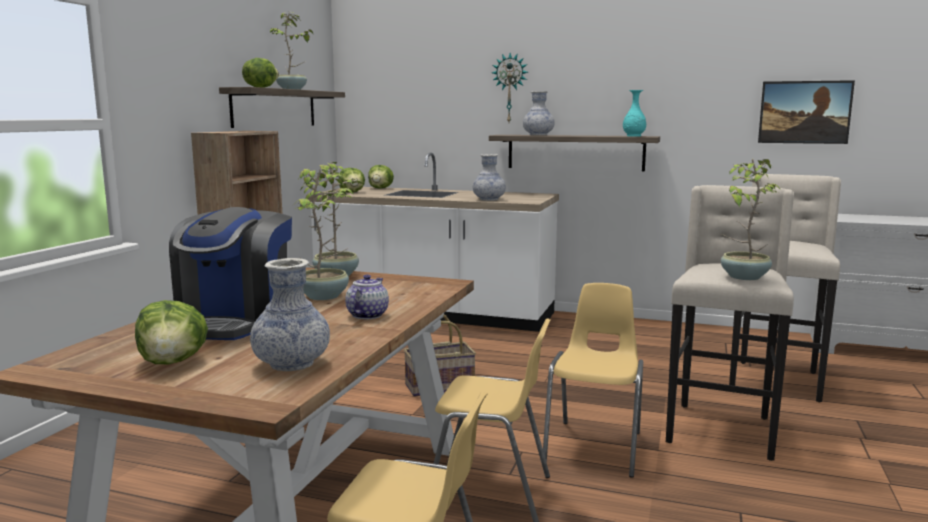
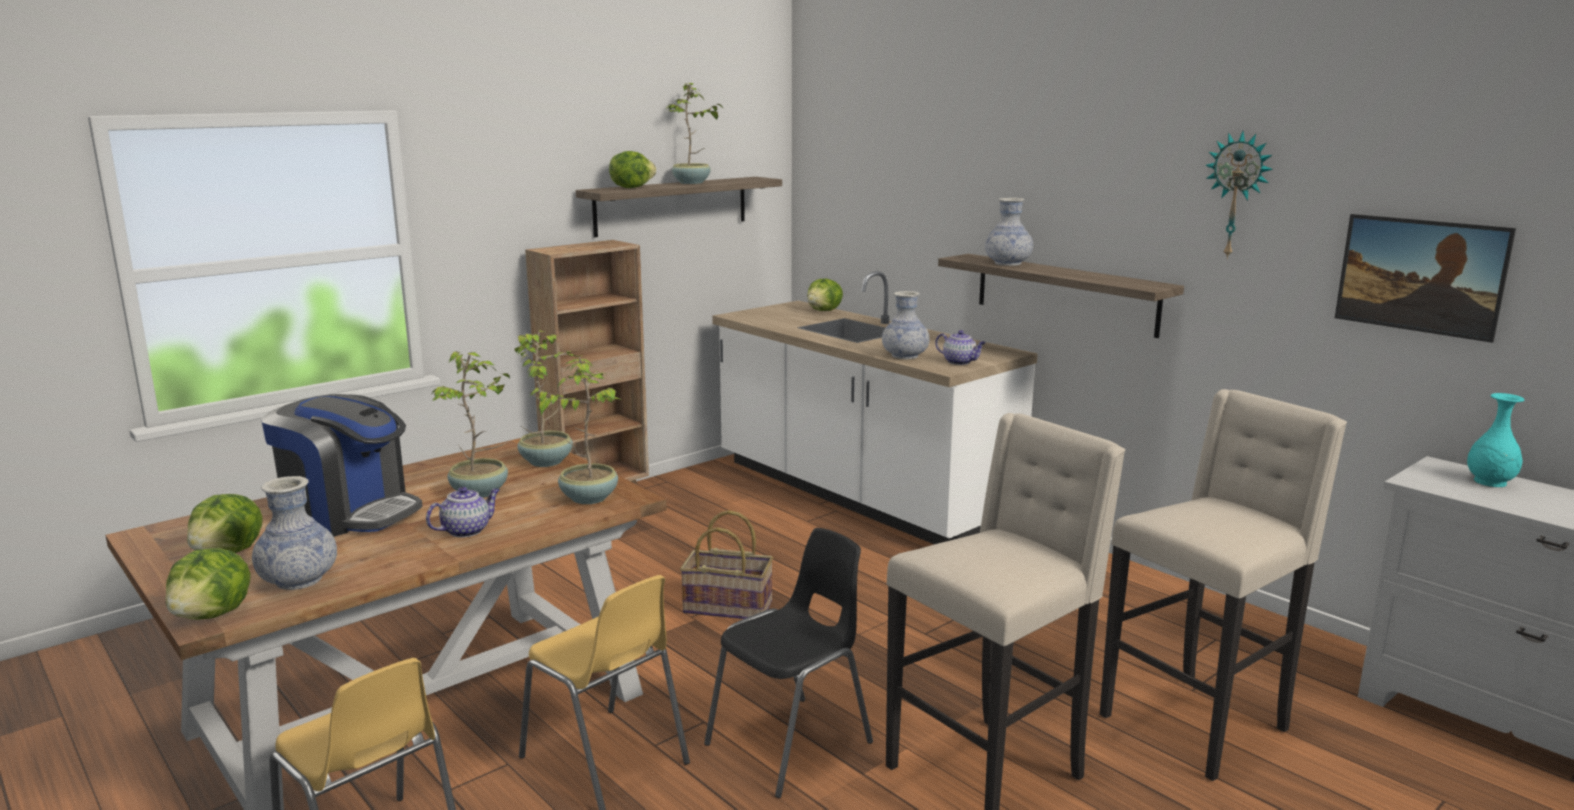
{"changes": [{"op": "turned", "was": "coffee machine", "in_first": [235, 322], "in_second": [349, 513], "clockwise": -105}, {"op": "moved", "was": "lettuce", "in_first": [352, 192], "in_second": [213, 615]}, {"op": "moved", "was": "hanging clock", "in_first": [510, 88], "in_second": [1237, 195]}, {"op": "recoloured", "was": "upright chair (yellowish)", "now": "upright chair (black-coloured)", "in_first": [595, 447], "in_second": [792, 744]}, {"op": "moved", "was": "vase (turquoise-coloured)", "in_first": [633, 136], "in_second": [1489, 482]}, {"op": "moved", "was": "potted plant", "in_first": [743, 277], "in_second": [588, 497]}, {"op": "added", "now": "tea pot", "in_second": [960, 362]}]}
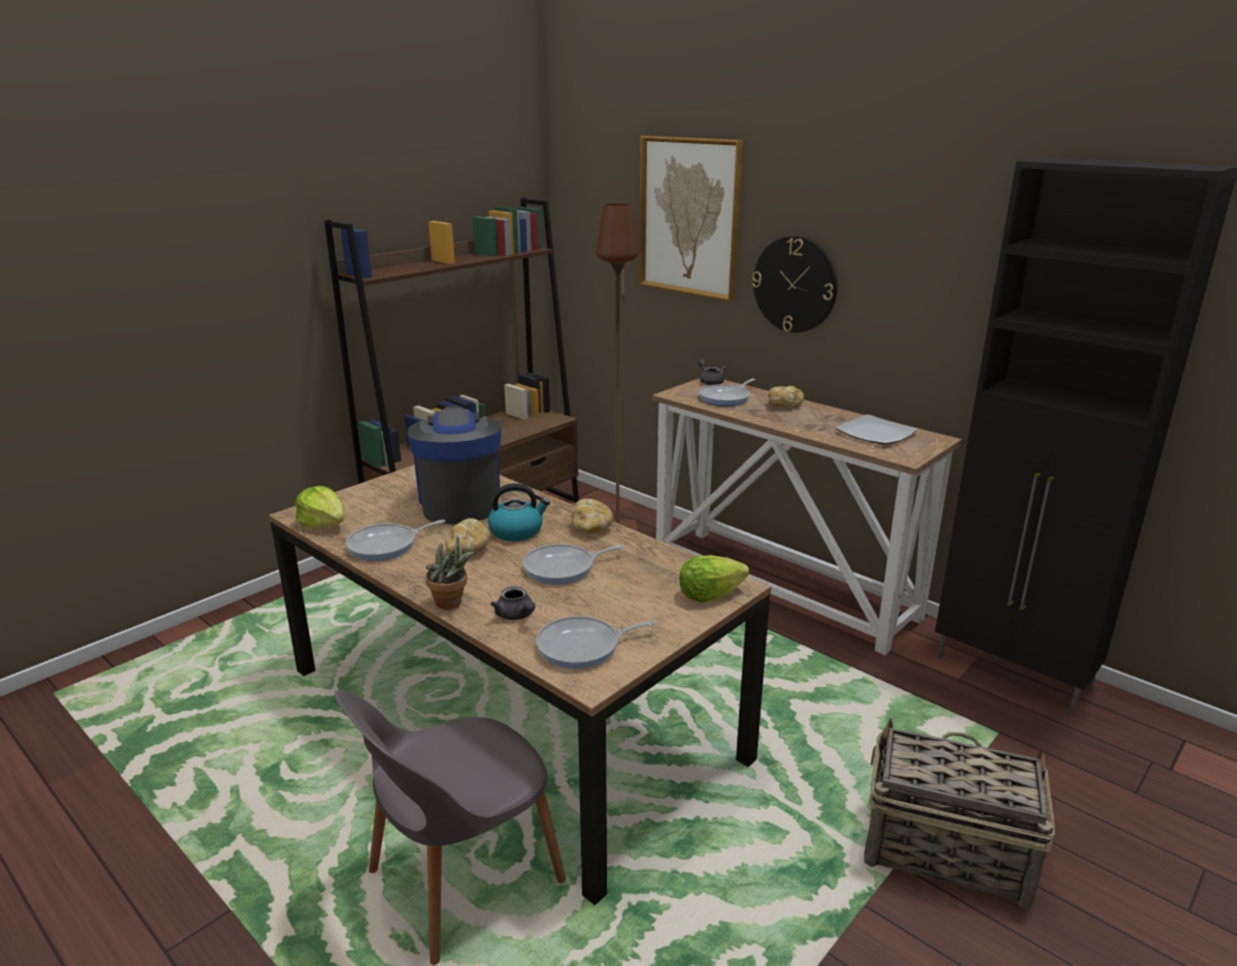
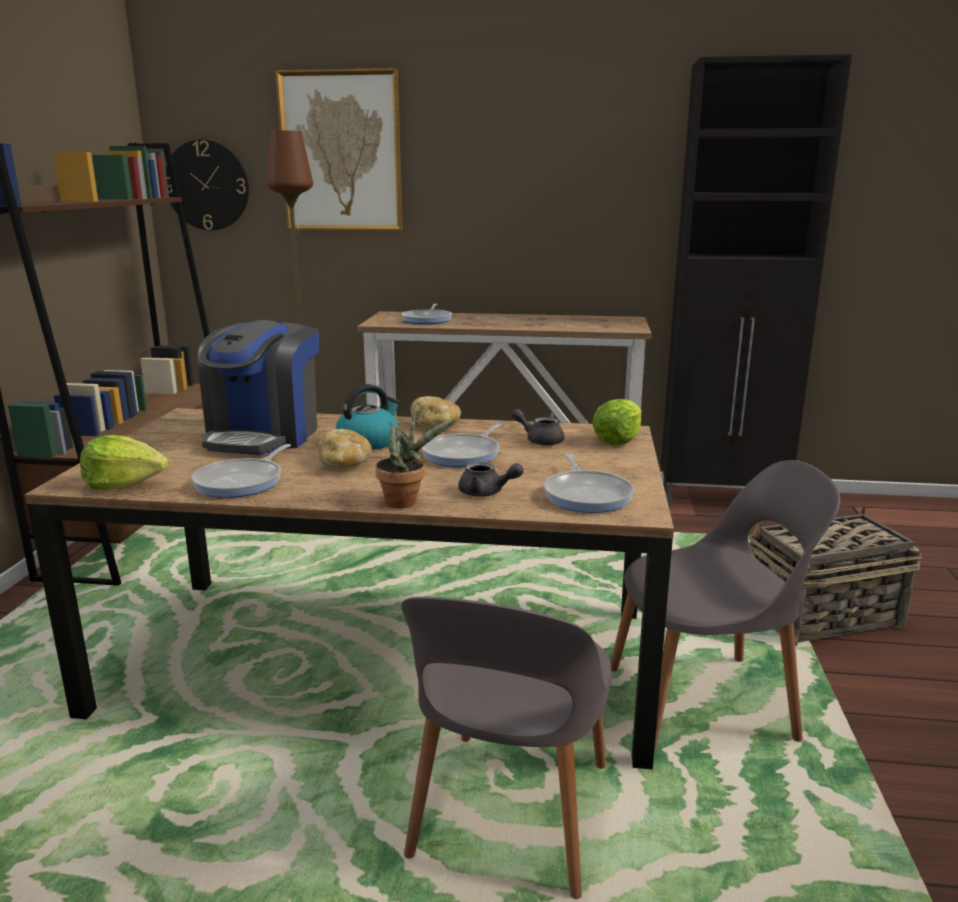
{"changes": [{"op": "turned", "was": "coffee machine", "in_first": [460, 502], "in_second": [264, 436], "clockwise": -120}, {"op": "turned", "was": "skillet", "in_first": [583, 647], "in_second": [587, 495], "clockwise": -45}, {"op": "moved", "was": "tea pot (grey)", "in_first": [710, 381], "in_second": [540, 440]}, {"op": "moved", "was": "hanging clock", "in_first": [795, 284], "in_second": [207, 185]}, {"op": "removed", "was": "bread", "in_first": [784, 405]}, {"op": "removed", "was": "plate", "in_first": [874, 433]}, {"op": "added", "now": "upright chair (grey)", "in_second": [705, 702]}]}
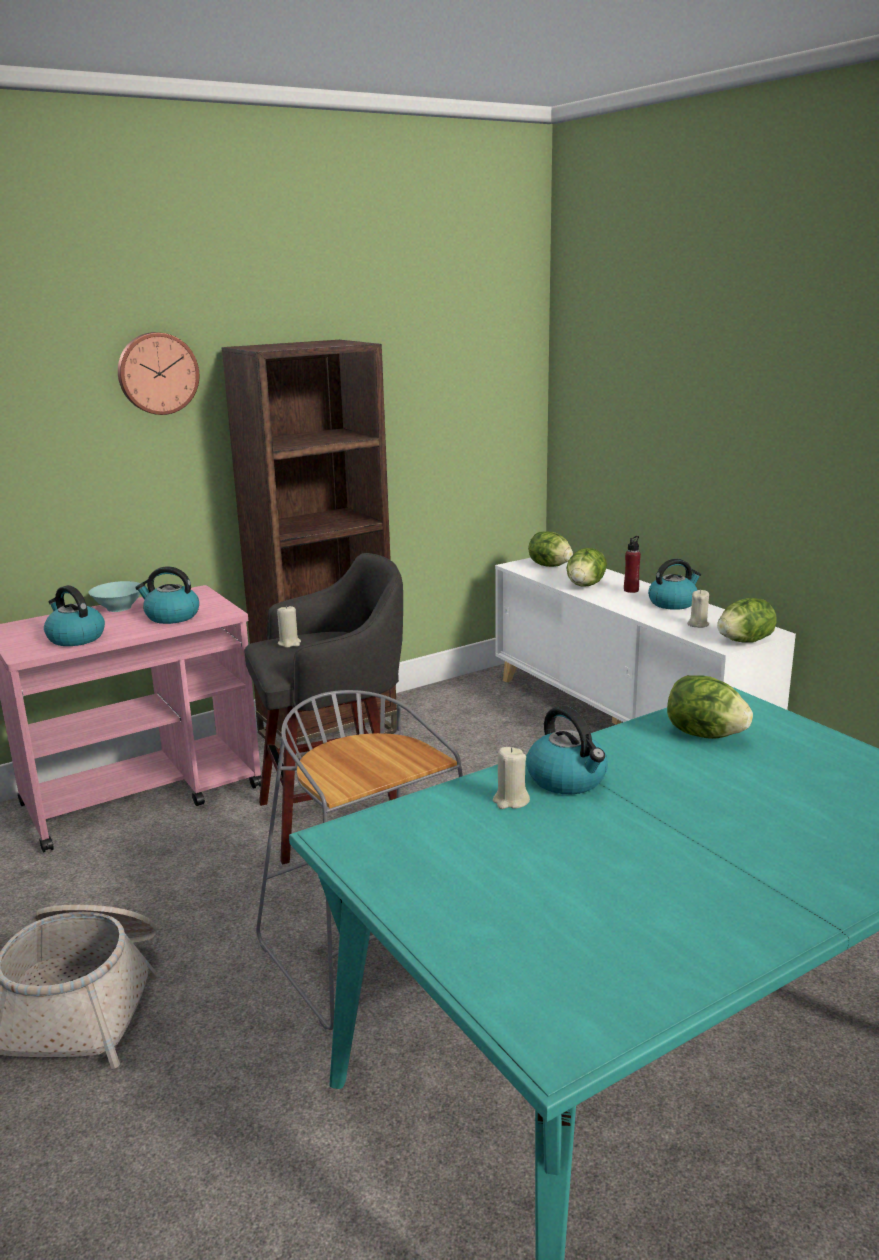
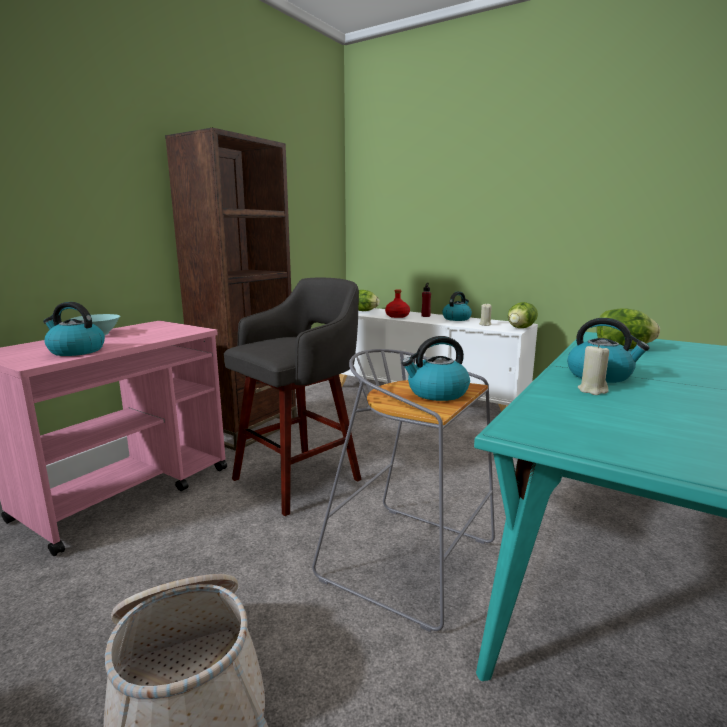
{"changes": [{"op": "removed", "was": "hanging clock", "in_first": [157, 373]}, {"op": "moved", "was": "water kettle", "in_first": [171, 616], "in_second": [436, 393]}, {"op": "removed", "was": "candle (beige-coloured)", "in_first": [289, 643]}, {"op": "replaced", "was": "lettuce", "now": "drink bottle (red)", "in_first": [585, 585], "in_second": [397, 316]}]}
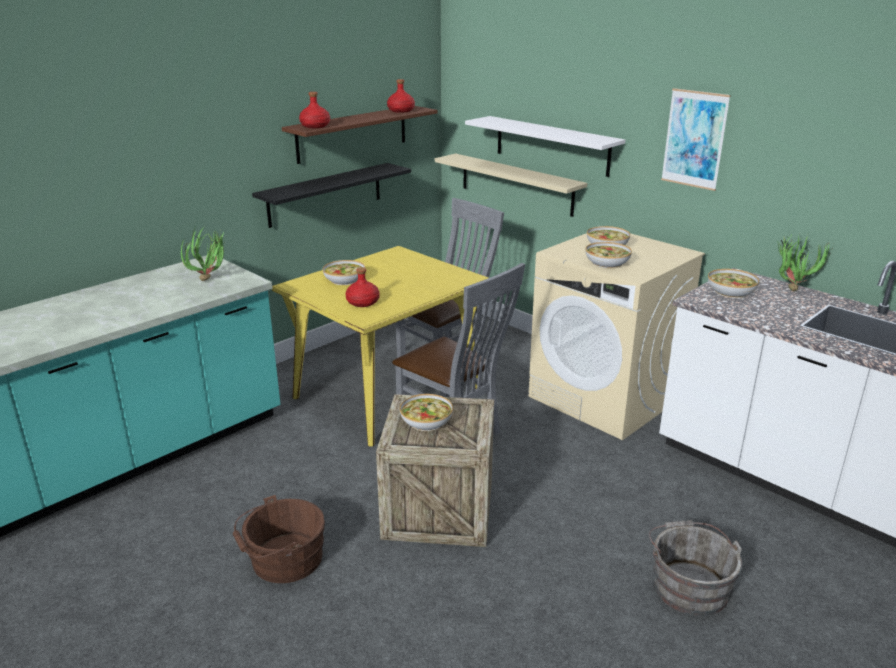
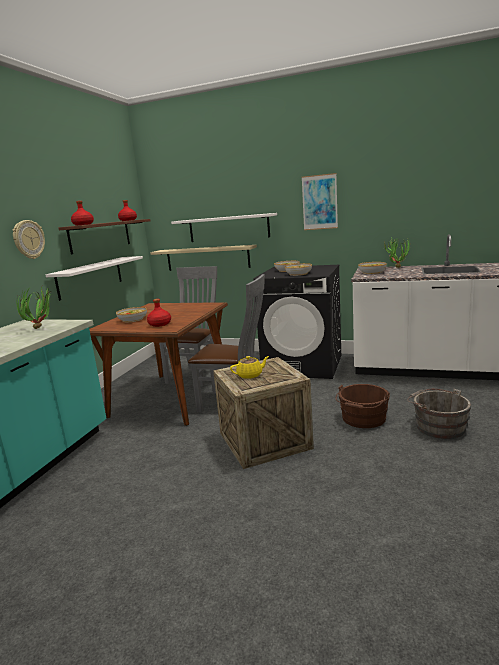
{"changes": [{"op": "moved", "was": "bucket (brown-coloured)", "in_first": [283, 560], "in_second": [363, 419]}, {"op": "recoloured", "was": "bracket shelf (black-coloured)", "now": "bracket shelf (white-coloured)", "in_first": [325, 194], "in_second": [90, 277]}, {"op": "recoloured", "was": "kitchen table (yellowish)", "now": "kitchen table (brown-coloured)", "in_first": [387, 393], "in_second": [172, 397]}, {"op": "replaced", "was": "deep dish", "now": "tea pot (yellowish)", "in_first": [426, 421], "in_second": [250, 375]}, {"op": "recoloured", "was": "washing machine (beige-coloured)", "now": "washing machine (black-coloured)", "in_first": [605, 398], "in_second": [303, 365]}, {"op": "added", "now": "hanging clock", "in_second": [28, 239]}]}
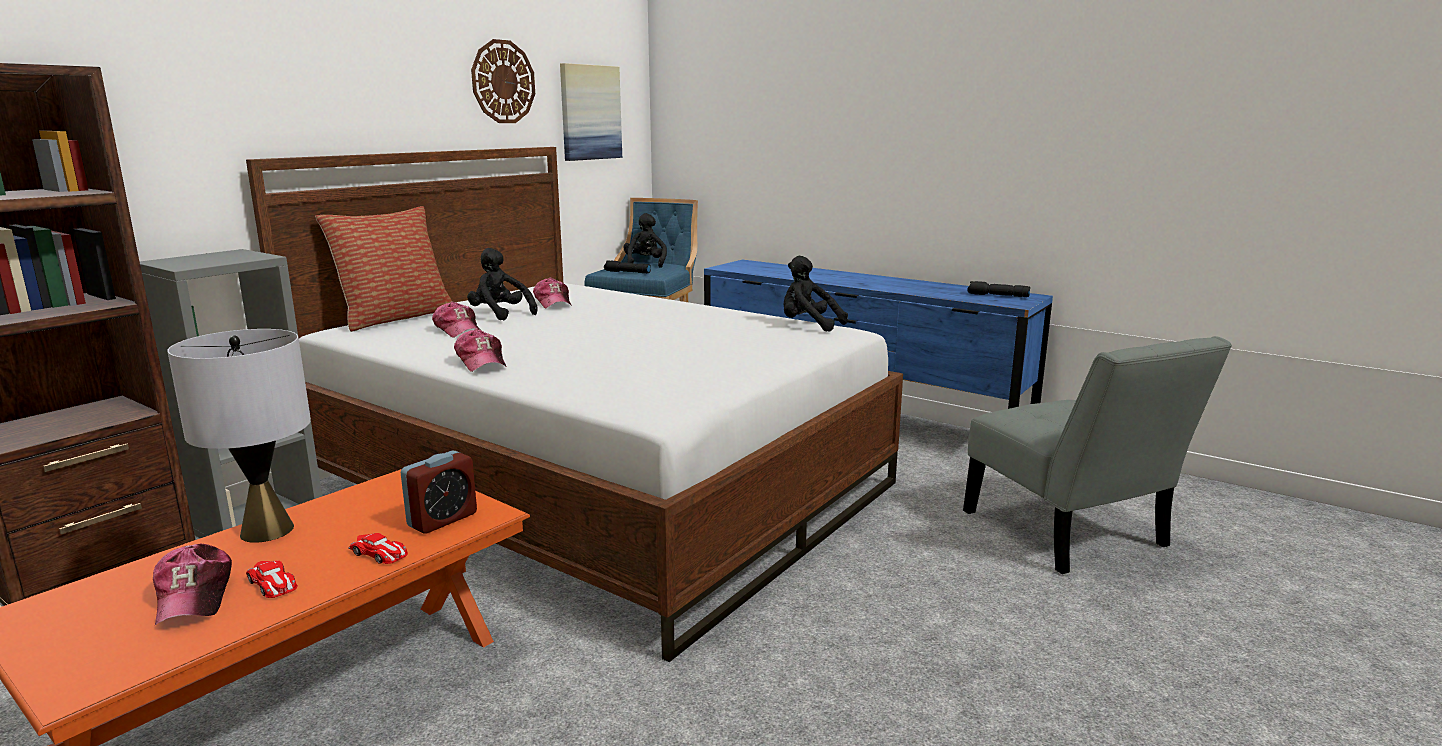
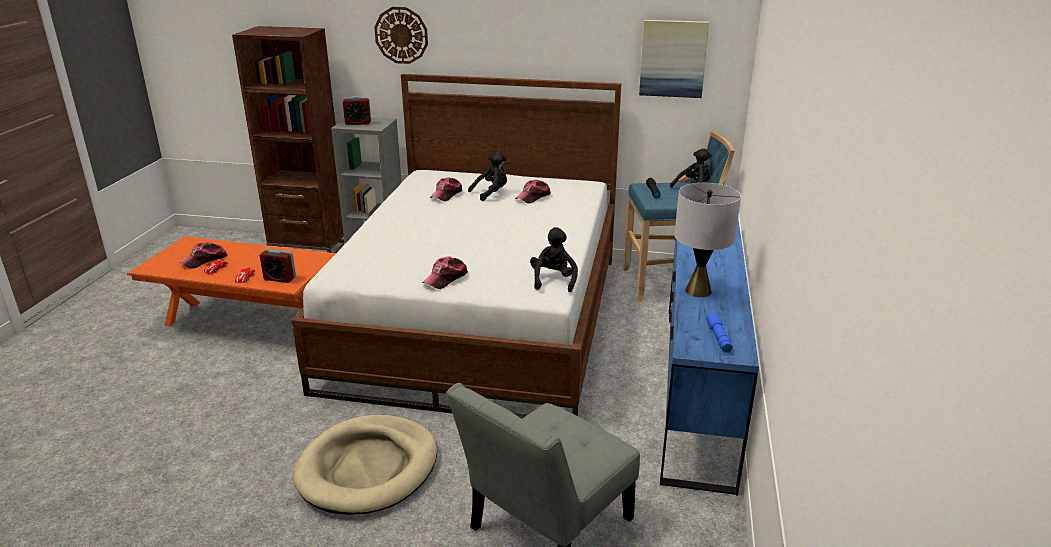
{"changes": [{"op": "moved", "was": "tabletop lamp (grey)", "in_first": [266, 531], "in_second": [698, 291]}, {"op": "removed", "was": "cushion", "in_first": [395, 318]}, {"op": "moved", "was": "cap", "in_first": [482, 362], "in_second": [445, 278]}, {"op": "turned", "was": "plush toy (black-coloured)", "in_first": [500, 314], "in_second": [491, 193], "clockwise": 45}, {"op": "moved", "was": "hanging clock", "in_first": [503, 82], "in_second": [401, 35]}, {"op": "recoloured", "was": "torch (black-coloured)", "now": "torch (blue)", "in_first": [997, 296], "in_second": [718, 338]}, {"op": "added", "now": "pet bed (beige-coloured)", "in_second": [368, 468]}, {"op": "added", "now": "table clock", "in_second": [358, 123]}]}
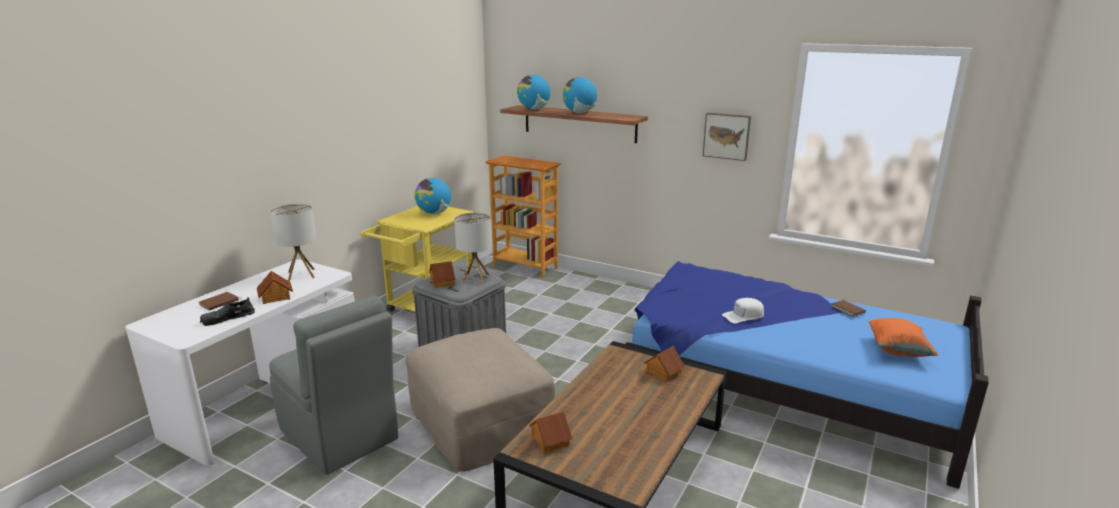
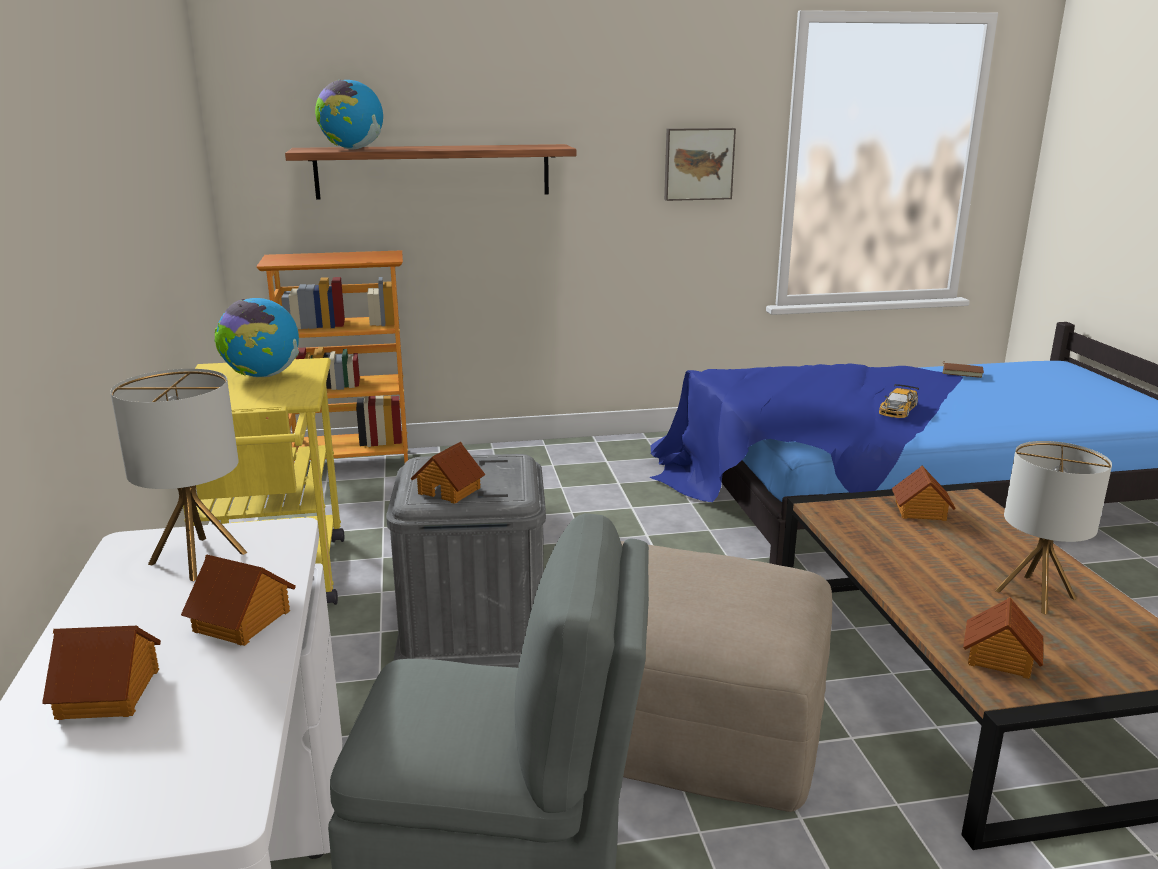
{"changes": [{"op": "replaced", "was": "book (brown-coloured)", "now": "miniature house", "in_first": [220, 303], "in_second": [110, 693]}, {"op": "removed", "was": "shoe (black-coloured)", "in_first": [227, 318]}, {"op": "moved", "was": "tabletop lamp", "in_first": [475, 278], "in_second": [1035, 594]}, {"op": "removed", "was": "desk globe", "in_first": [579, 113]}, {"op": "replaced", "was": "cap (white-coloured)", "now": "miniature car", "in_first": [743, 316], "in_second": [898, 409]}, {"op": "removed", "was": "cushion (orange-coloured)", "in_first": [897, 350]}]}
